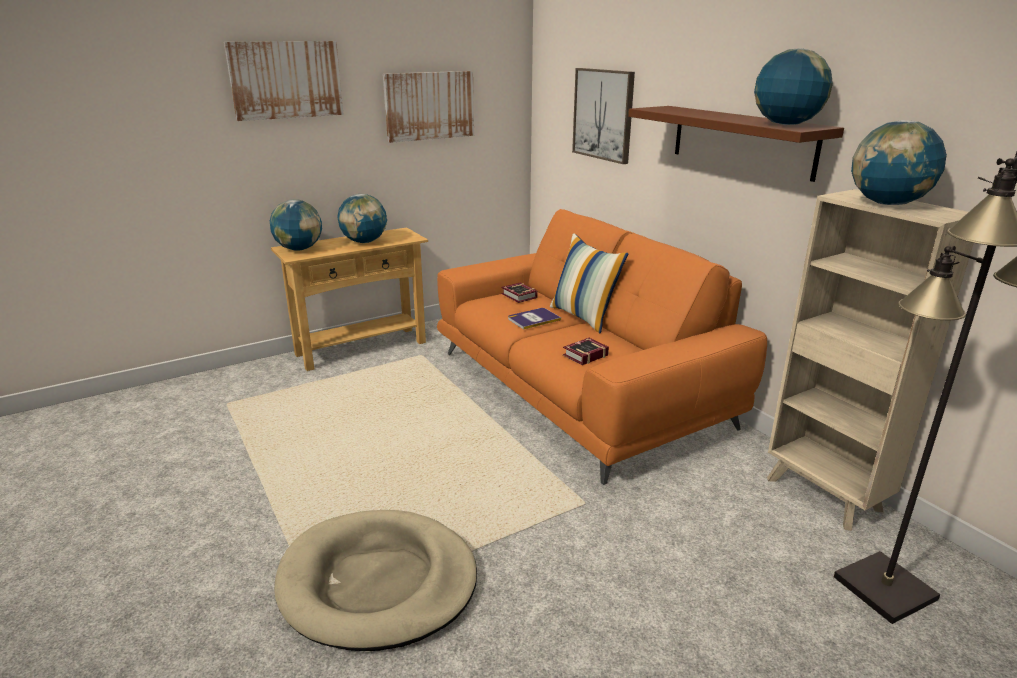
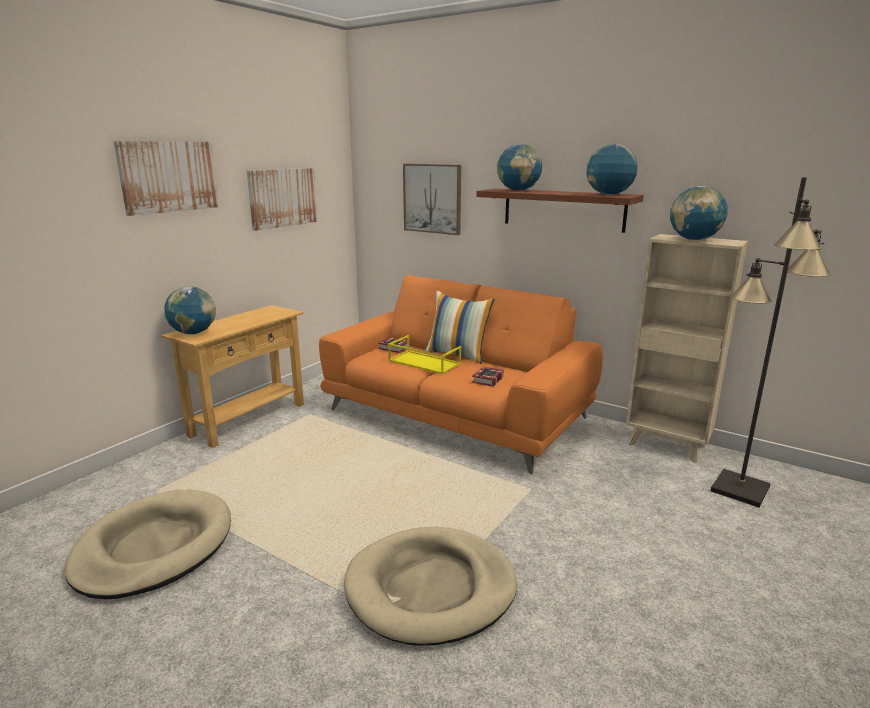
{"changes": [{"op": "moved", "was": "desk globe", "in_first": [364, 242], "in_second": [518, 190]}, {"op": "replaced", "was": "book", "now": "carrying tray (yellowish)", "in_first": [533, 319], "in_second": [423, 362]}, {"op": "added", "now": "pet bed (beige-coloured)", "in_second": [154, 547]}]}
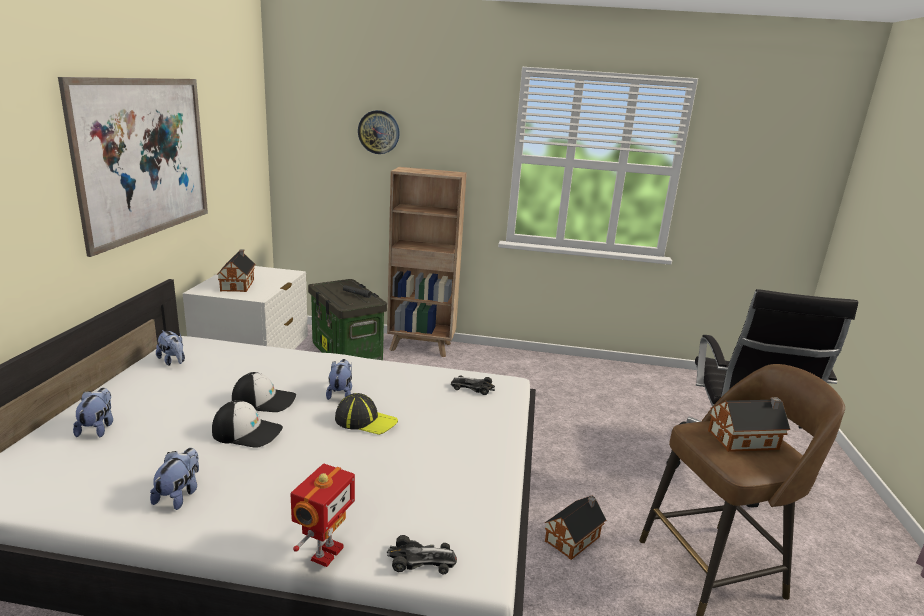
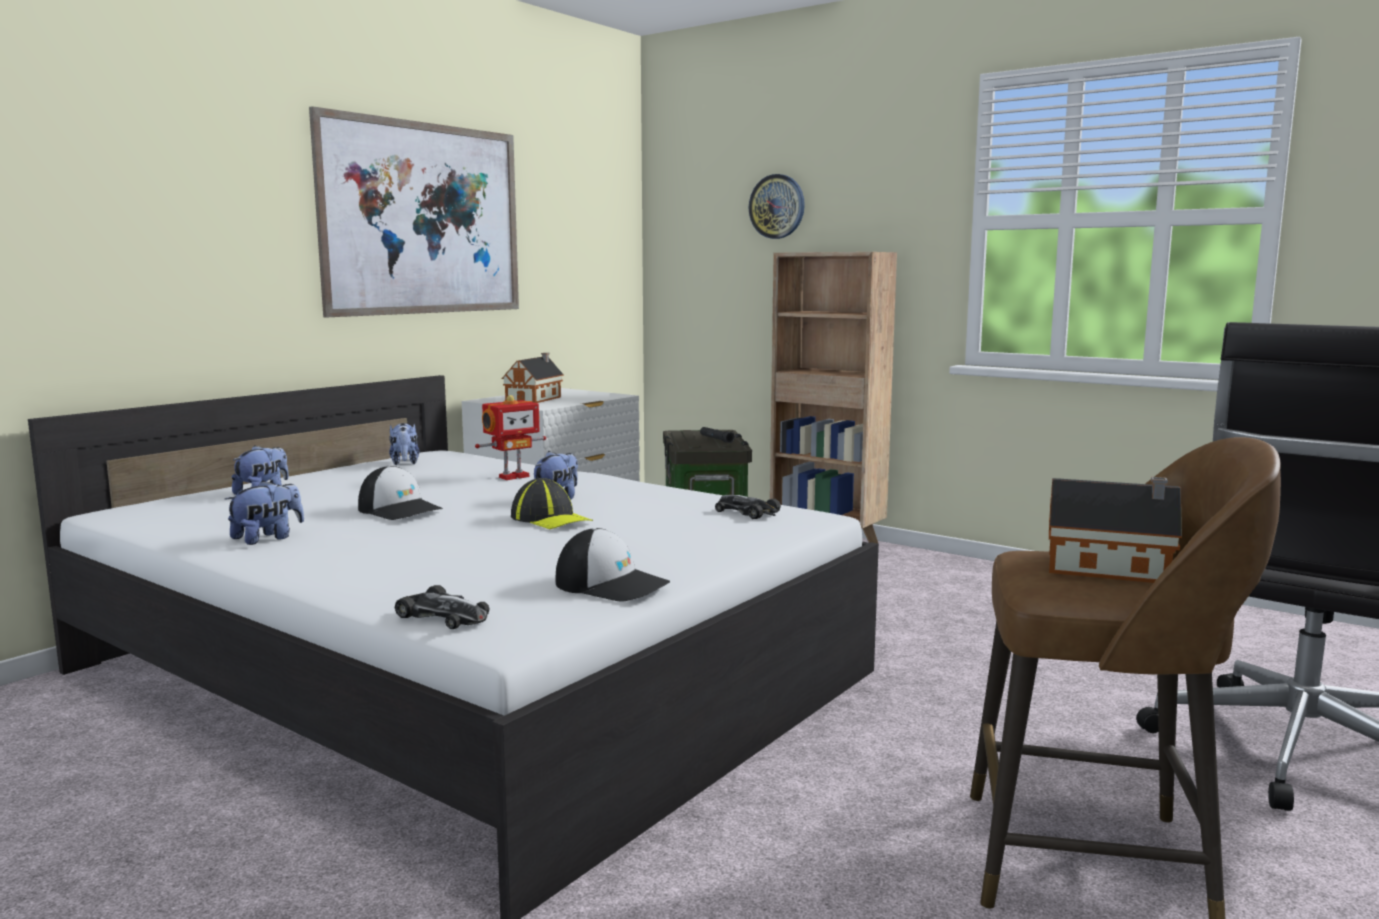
{"changes": [{"op": "moved", "was": "cap", "in_first": [264, 400], "in_second": [612, 584]}, {"op": "moved", "was": "robot figure", "in_first": [325, 553], "in_second": [513, 476]}, {"op": "removed", "was": "miniature house", "in_first": [574, 538]}]}
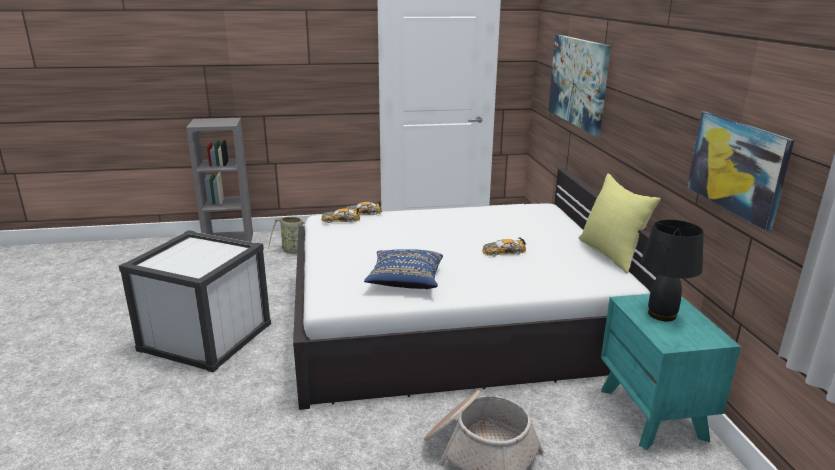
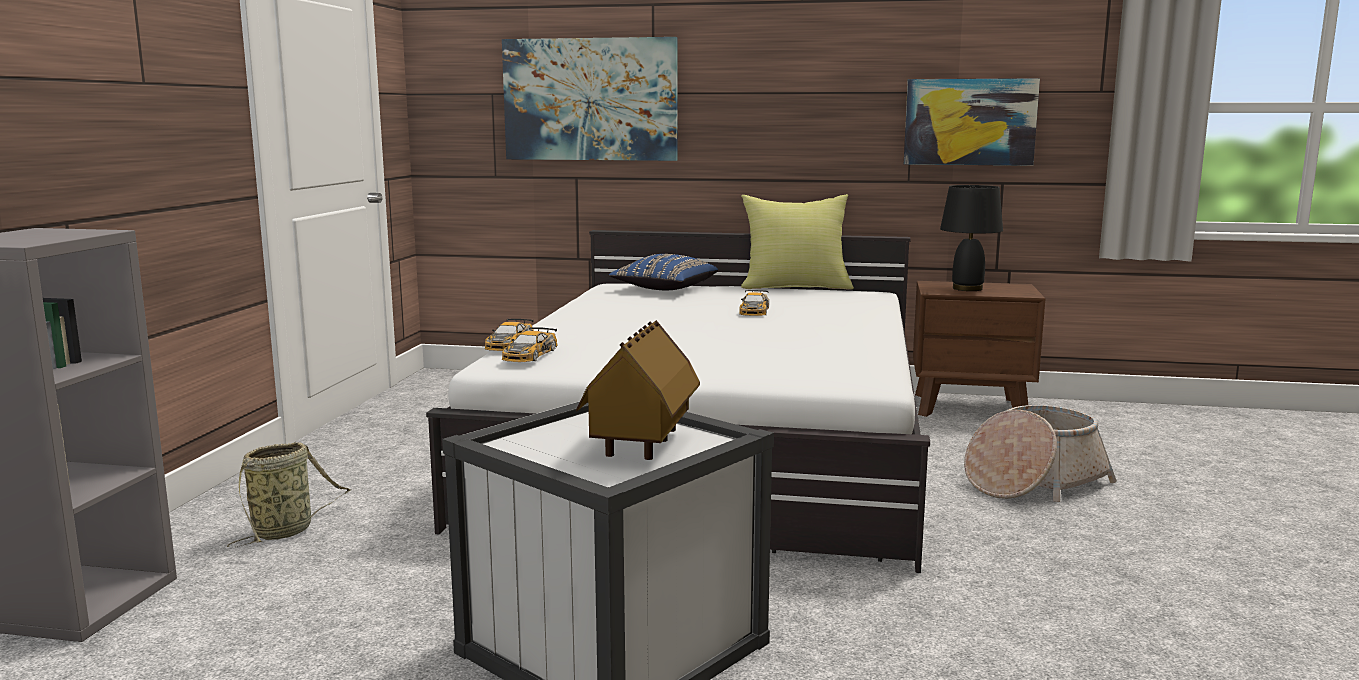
{"changes": [{"op": "moved", "was": "cushion (blue)", "in_first": [405, 281], "in_second": [664, 289]}, {"op": "recoloured", "was": "night table (turquoise-coloured)", "now": "night table (brown-coloured)", "in_first": [653, 413], "in_second": [970, 407]}, {"op": "added", "now": "miniature house", "in_second": [640, 445]}]}
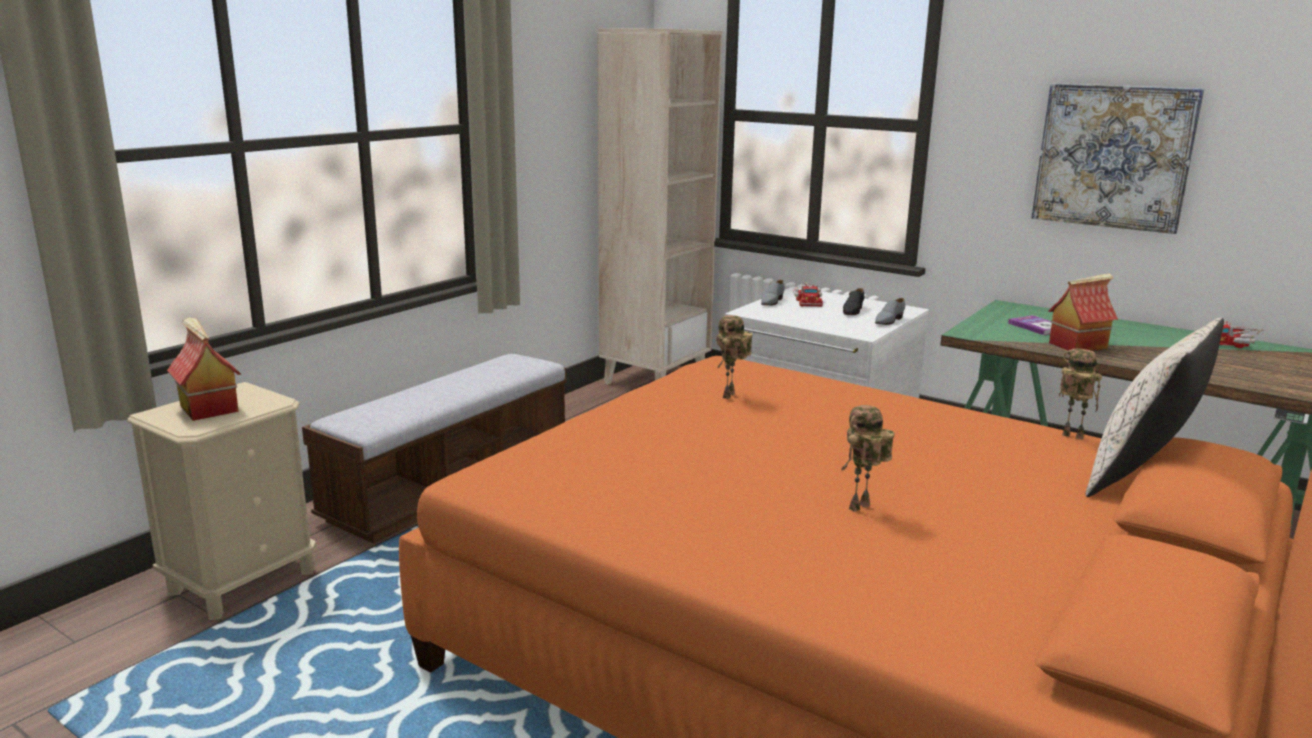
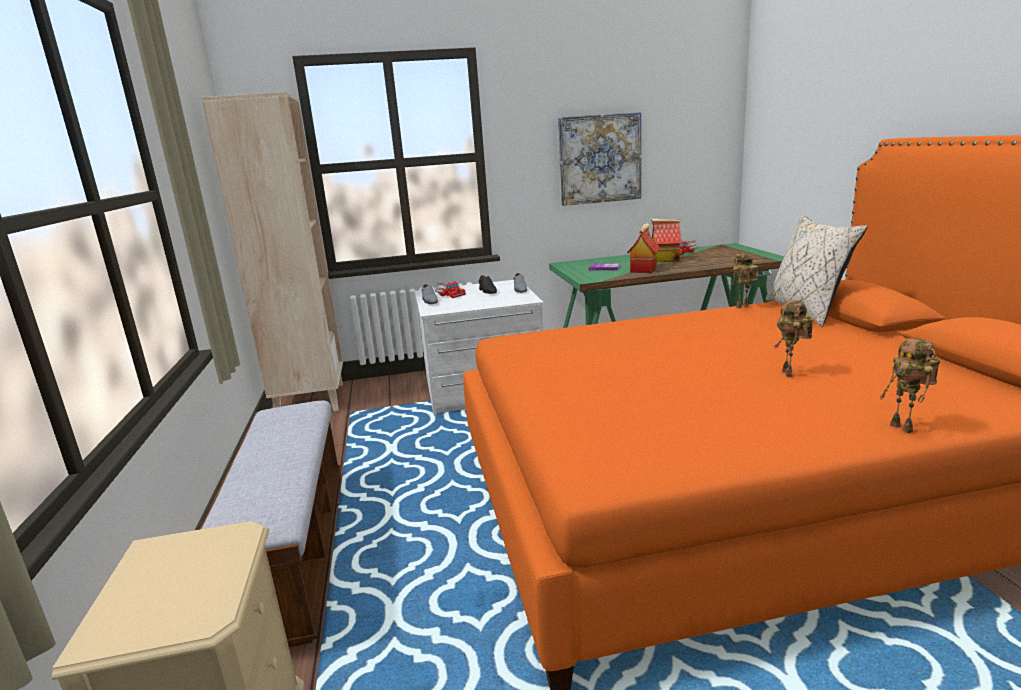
{"changes": [{"op": "moved", "was": "miniature house", "in_first": [207, 408], "in_second": [665, 260]}, {"op": "moved", "was": "robot figure", "in_first": [730, 396], "in_second": [904, 428]}]}
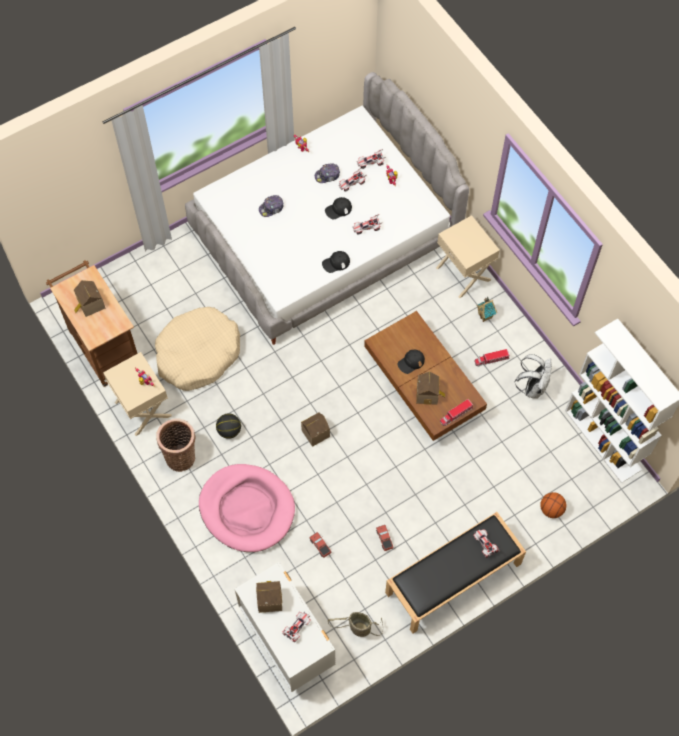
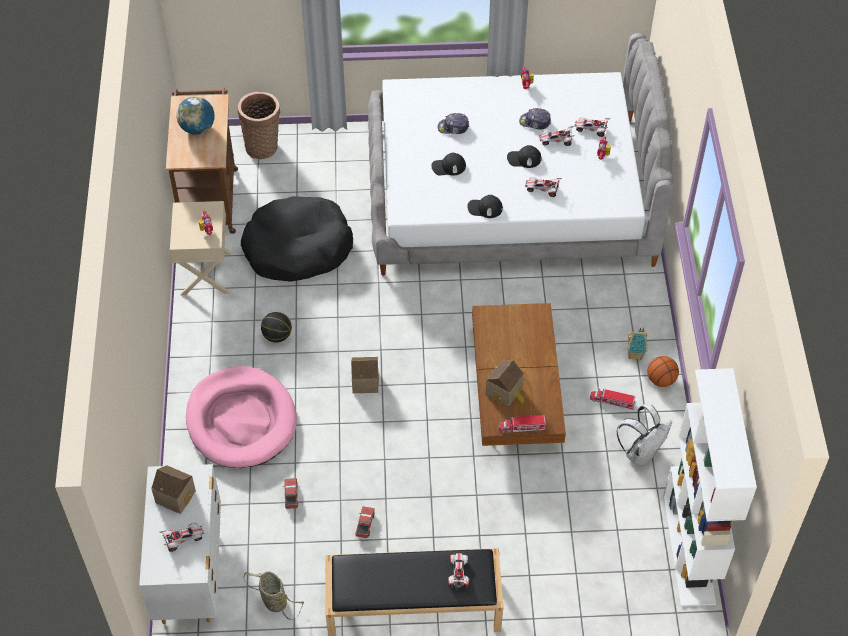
{"changes": [{"op": "replaced", "was": "miniature house", "now": "desk globe", "in_first": [90, 305], "in_second": [197, 128]}, {"op": "recoloured", "was": "pet bed (beige-coloured)", "now": "pet bed (black-coloured)", "in_first": [198, 354], "in_second": [297, 248]}, {"op": "moved", "was": "household basket", "in_first": [181, 456], "in_second": [263, 146]}, {"op": "moved", "was": "cap (black-coloured)", "in_first": [411, 362], "in_second": [448, 167]}, {"op": "removed", "was": "night table (beige-coloured)", "in_first": [464, 273]}, {"op": "moved", "was": "ball for basketball", "in_first": [551, 509], "in_second": [661, 380]}]}
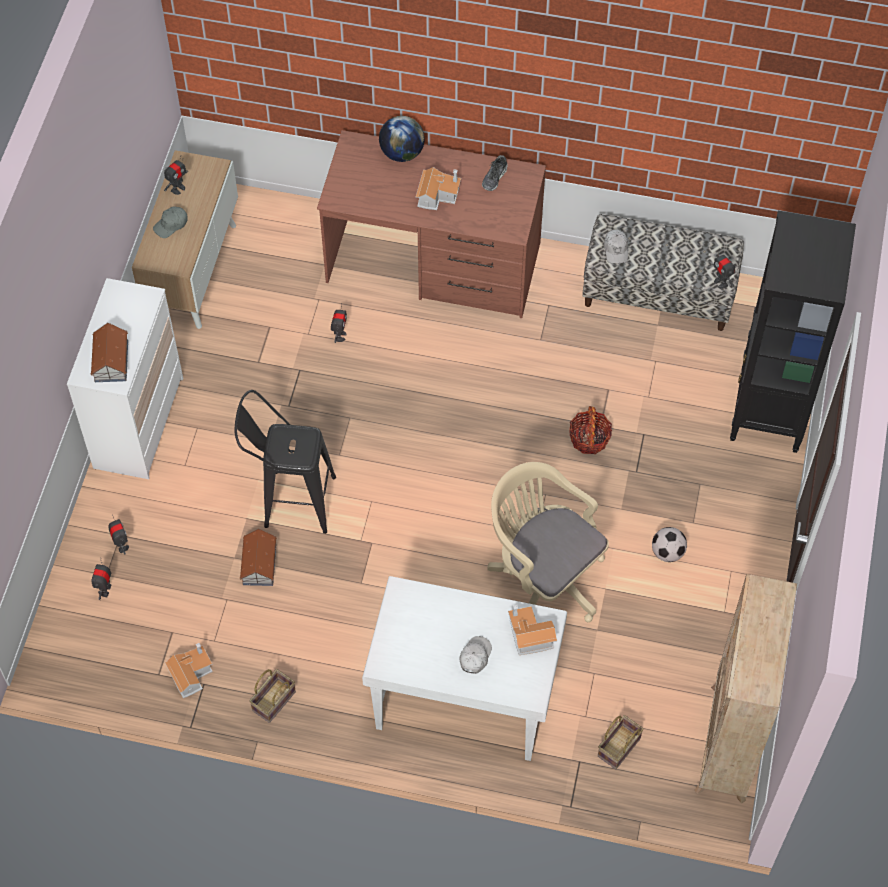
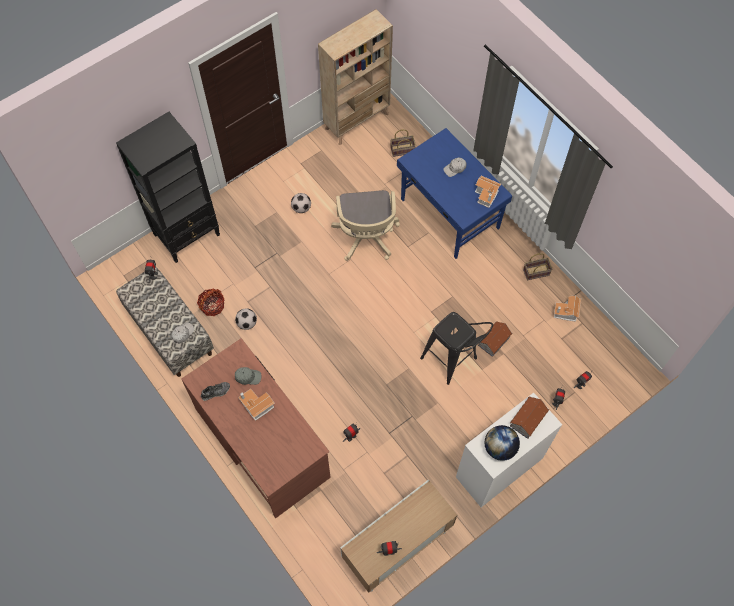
{"changes": [{"op": "moved", "was": "cap (grey)", "in_first": [171, 225], "in_second": [248, 377]}, {"op": "recoloured", "was": "desk unit (white-coloured)", "now": "desk unit (blue)", "in_first": [463, 696], "in_second": [449, 214]}, {"op": "moved", "was": "desk globe", "in_first": [401, 153], "in_second": [500, 448]}, {"op": "moved", "was": "miniature house", "in_first": [528, 635], "in_second": [486, 195]}, {"op": "moved", "was": "household basket", "in_first": [589, 439], "in_second": [212, 306]}, {"op": "added", "now": "football ball", "in_second": [247, 323]}]}
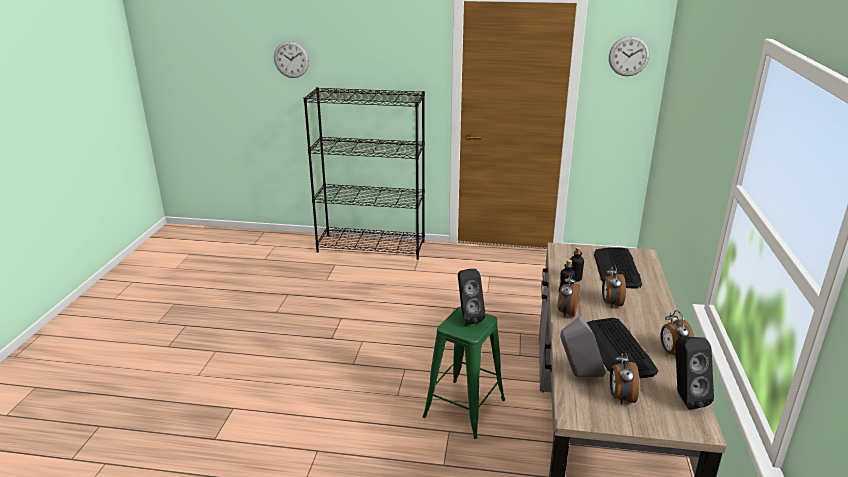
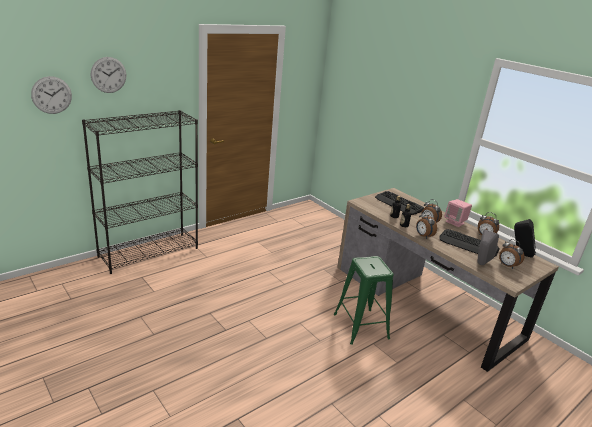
{"changes": [{"op": "removed", "was": "loudspeaker (black-coloured)", "in_first": [467, 317]}, {"op": "moved", "was": "hanging clock", "in_first": [629, 56], "in_second": [108, 75]}, {"op": "added", "now": "loudspeaker (pink)", "in_second": [455, 222]}]}
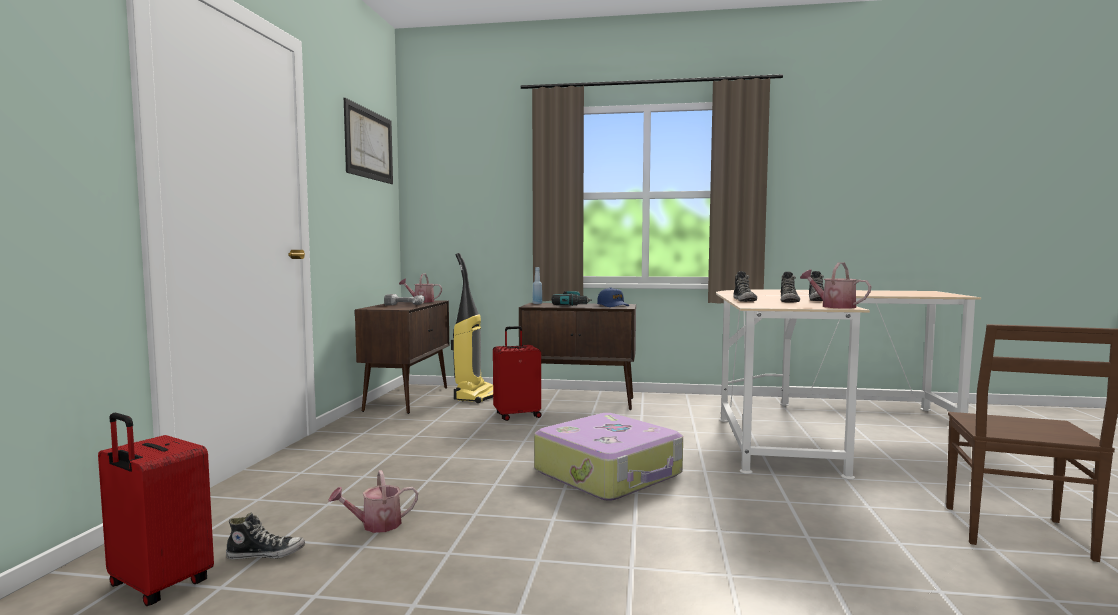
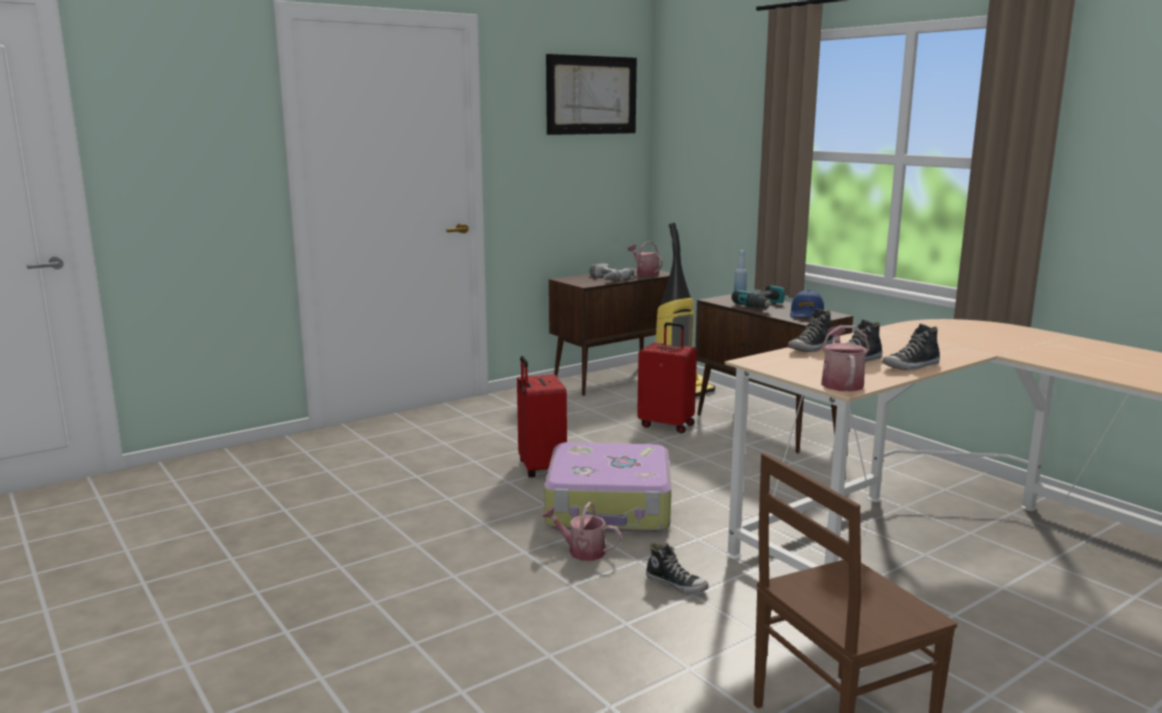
{"changes": [{"op": "moved", "was": "piece of luggage (red)", "in_first": [157, 586], "in_second": [540, 469]}, {"op": "moved", "was": "shoe", "in_first": [266, 554], "in_second": [676, 584]}, {"op": "moved", "was": "sprinkling can", "in_first": [376, 525], "in_second": [581, 551]}]}
